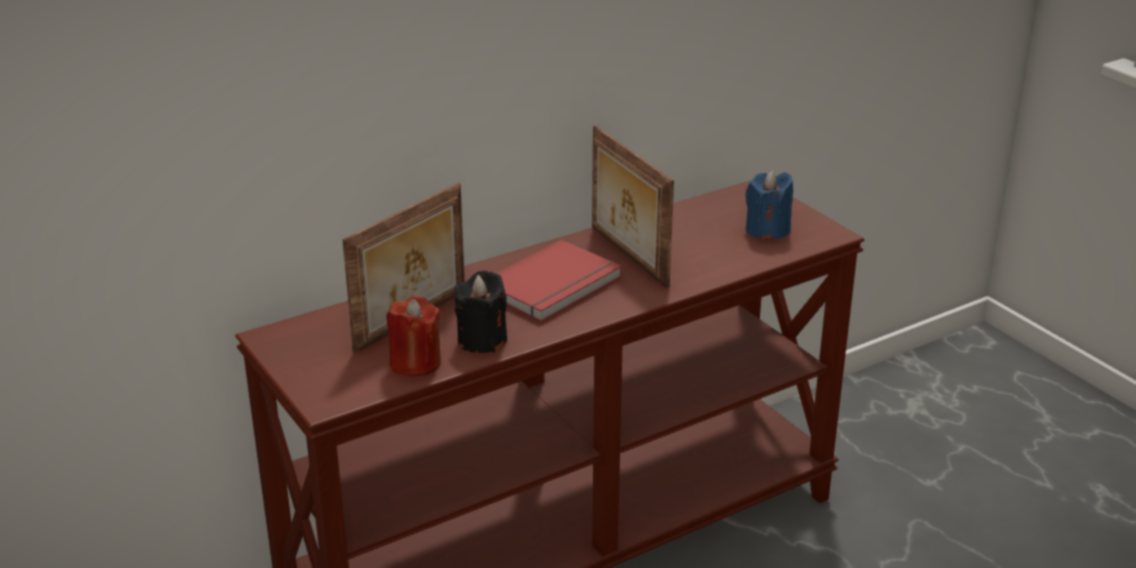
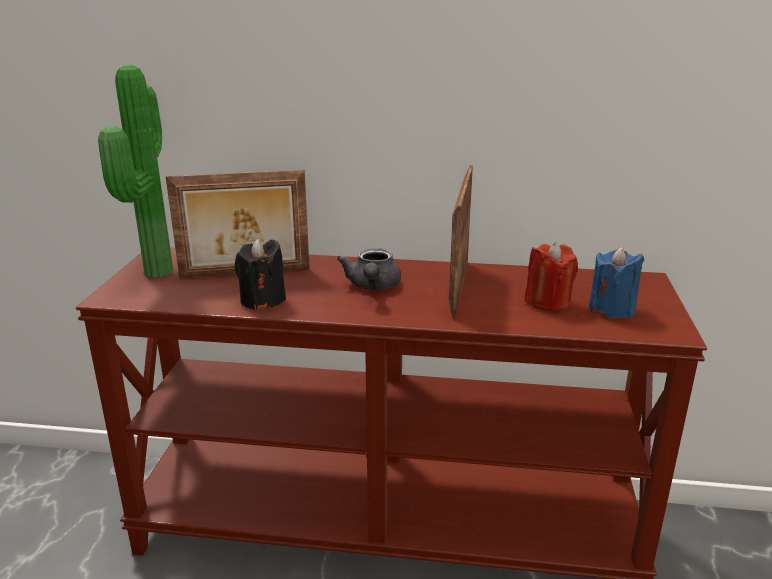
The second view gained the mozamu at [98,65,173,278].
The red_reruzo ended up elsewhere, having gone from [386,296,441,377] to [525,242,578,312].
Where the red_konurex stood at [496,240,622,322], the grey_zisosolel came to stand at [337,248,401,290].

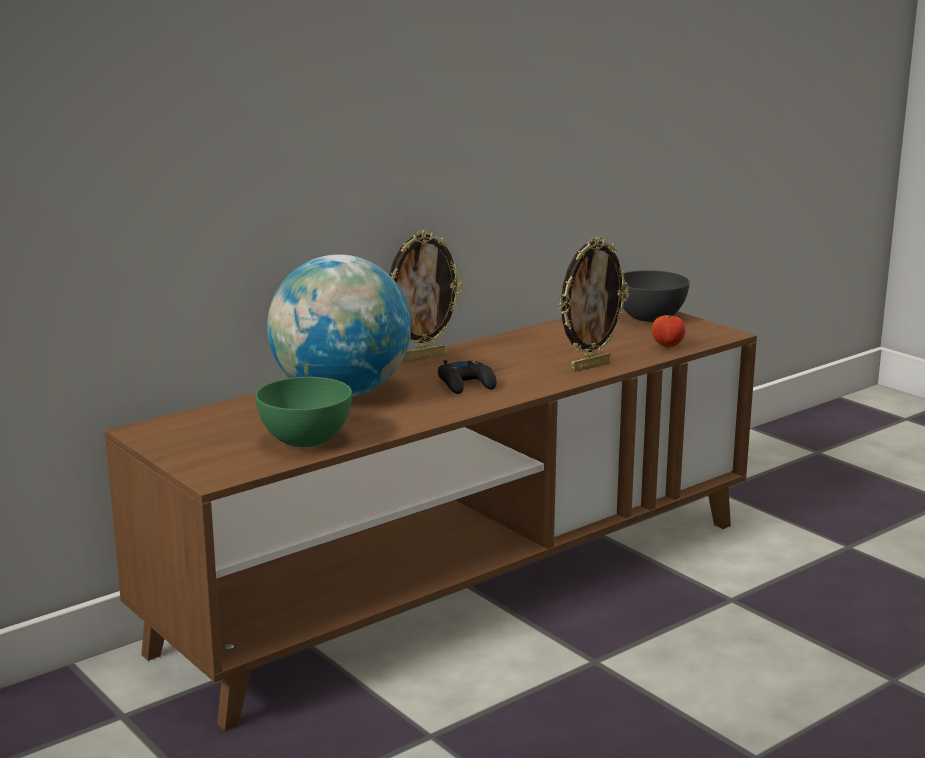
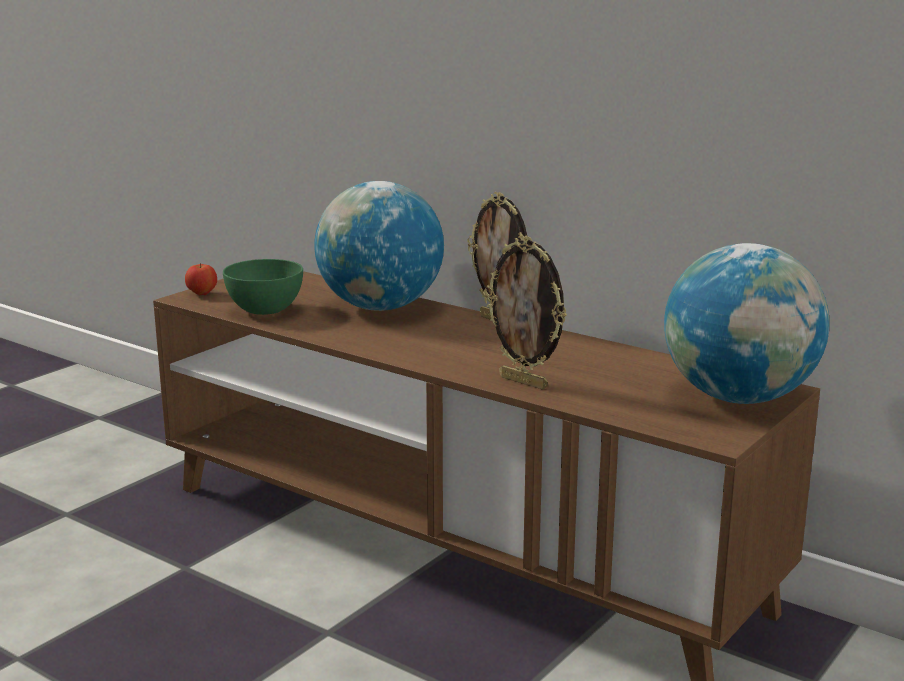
The second view lost the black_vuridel at [438,360,497,394].
The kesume ended up elsewhere, having gone from [652,314,686,348] to [185,263,217,295].
Where the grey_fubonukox stood at [623,270,690,322], the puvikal came to stand at [664,243,830,404].

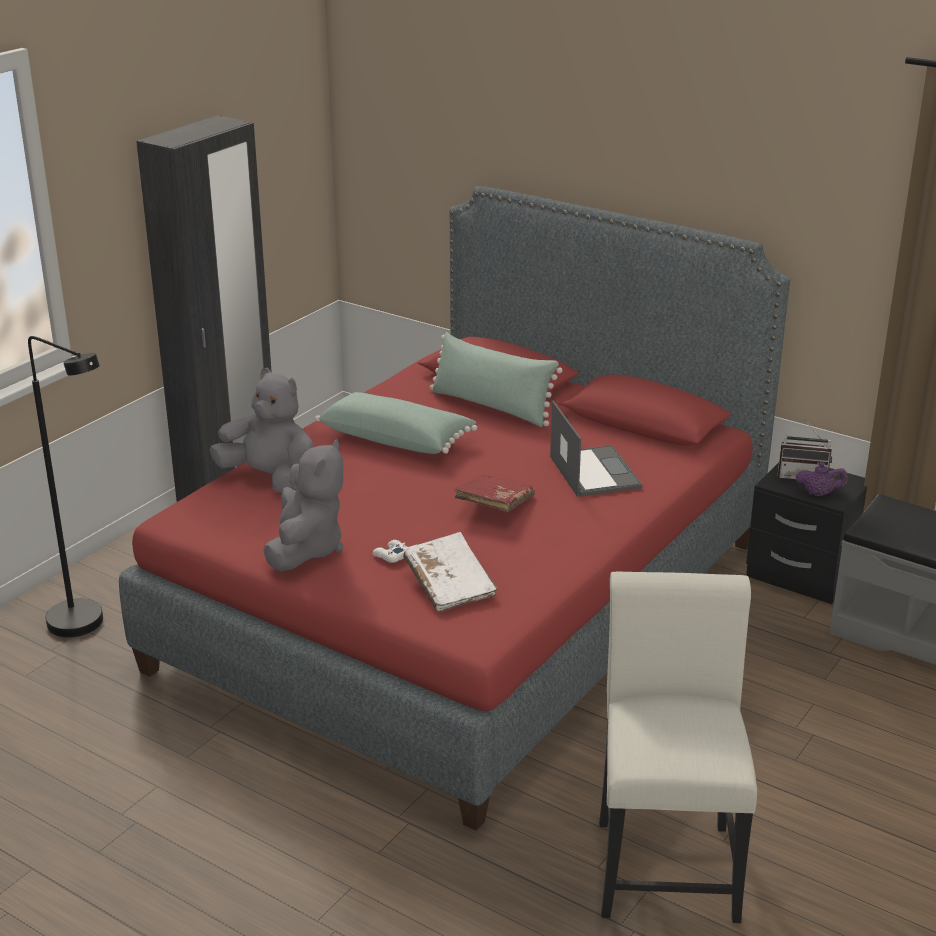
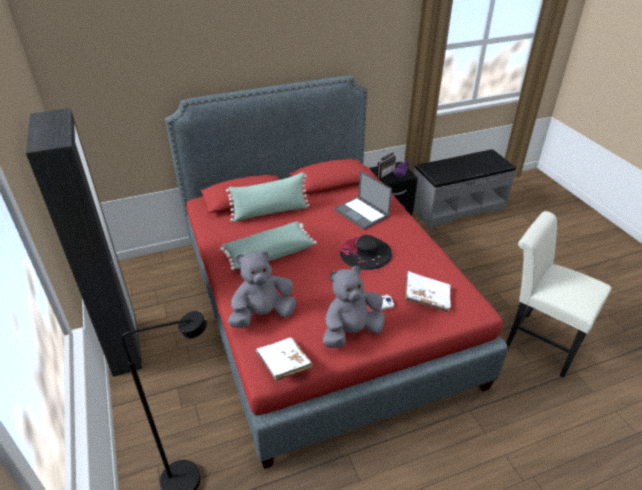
The second view gained the white_konurex at [256,338,313,381].
Where the red_konurex stood at [454,474,535,512], the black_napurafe came to stand at [340,235,392,270].
The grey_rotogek at [263,439,343,571] ended up facing another way, 75 degrees counterclockwise from before.
The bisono at [550,401,643,497] ended up facing another way, 150 degrees counterclockwise from before.

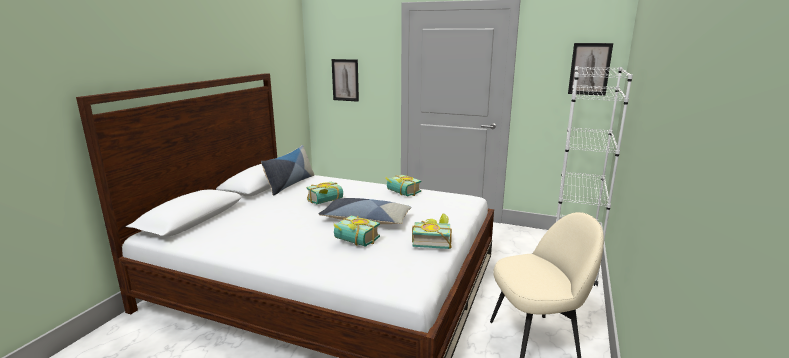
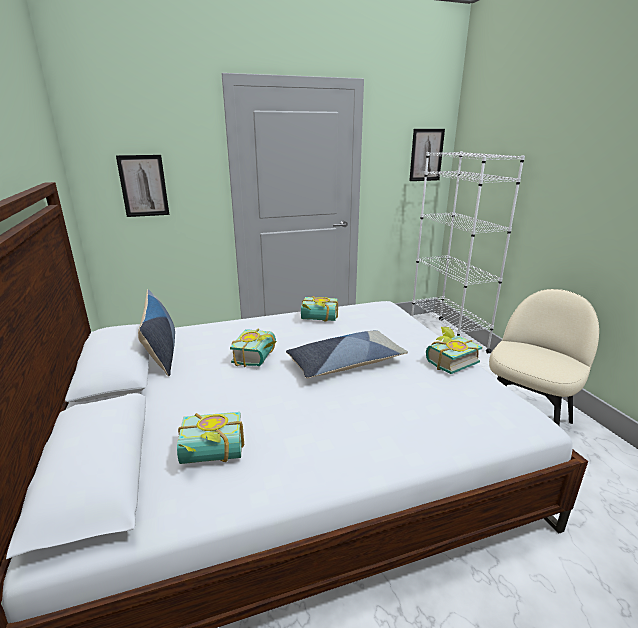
The konurex ended up elsewhere, having gone from [334,215,380,247] to [177,412,244,464].

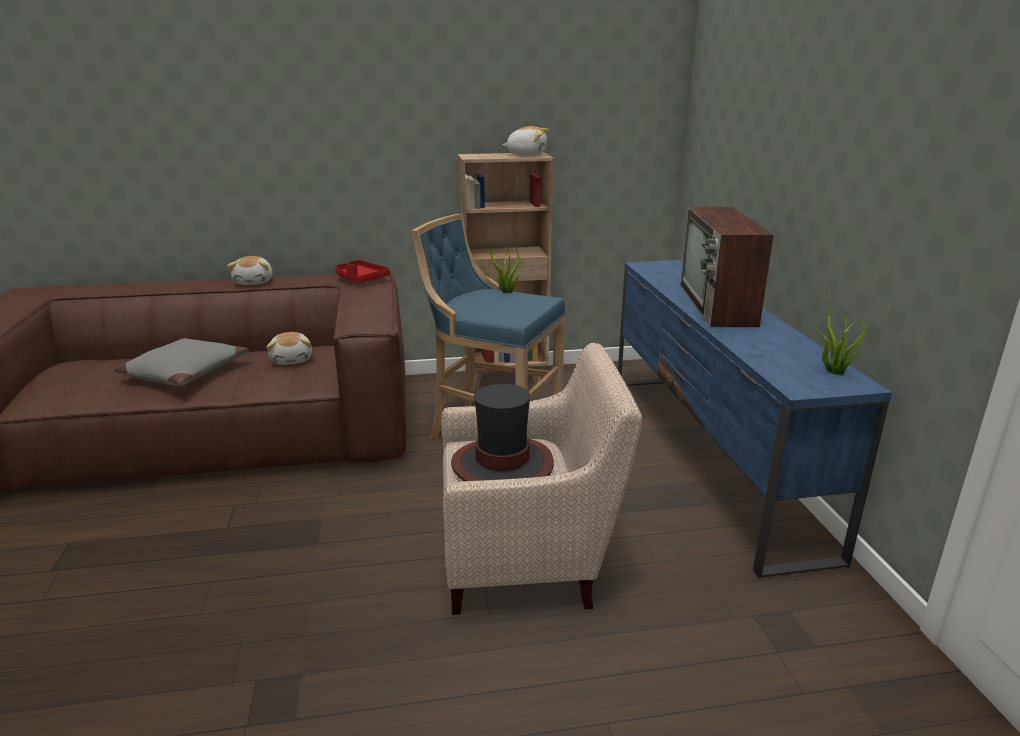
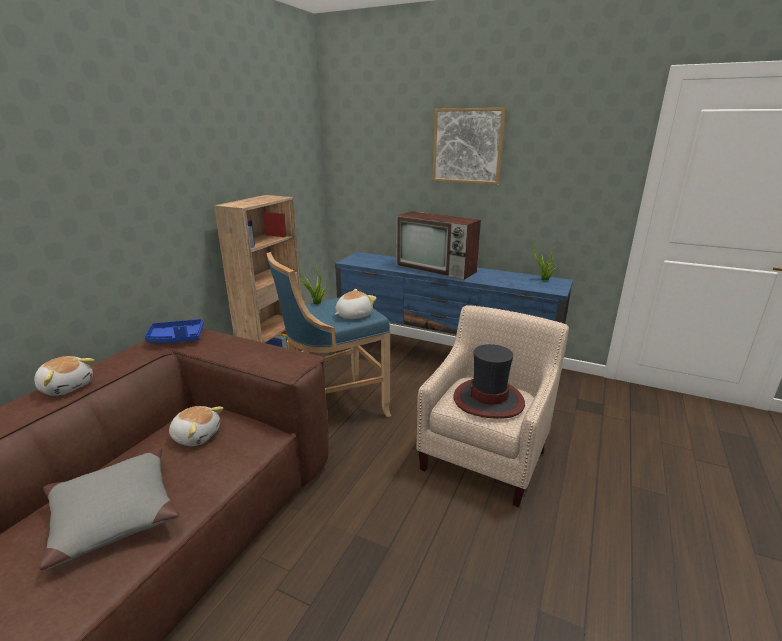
The second view gained the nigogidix at [432,108,506,185].
The rotogek ended up elsewhere, having gone from [503,126,549,156] to [335,289,376,319].
What was the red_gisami at [335,260,391,283] turned into the blue_gisami at [145,319,204,343].

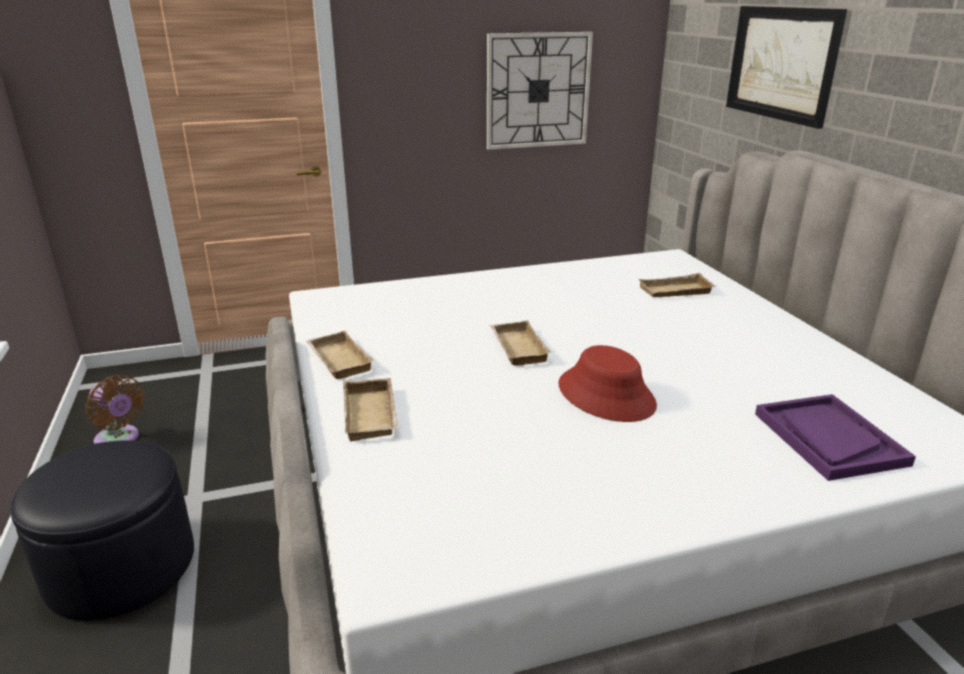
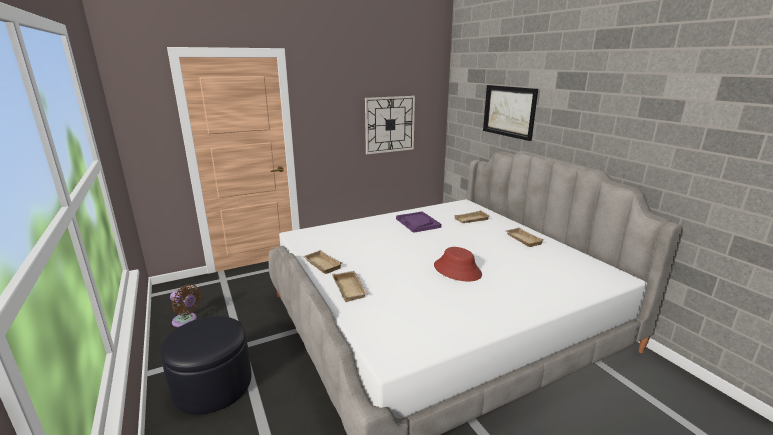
The beige_gisami ended up elsewhere, having gone from [490,320,551,366] to [506,228,545,247].
The purple_gisami ended up elsewhere, having gone from [755,394,916,481] to [396,211,441,233].

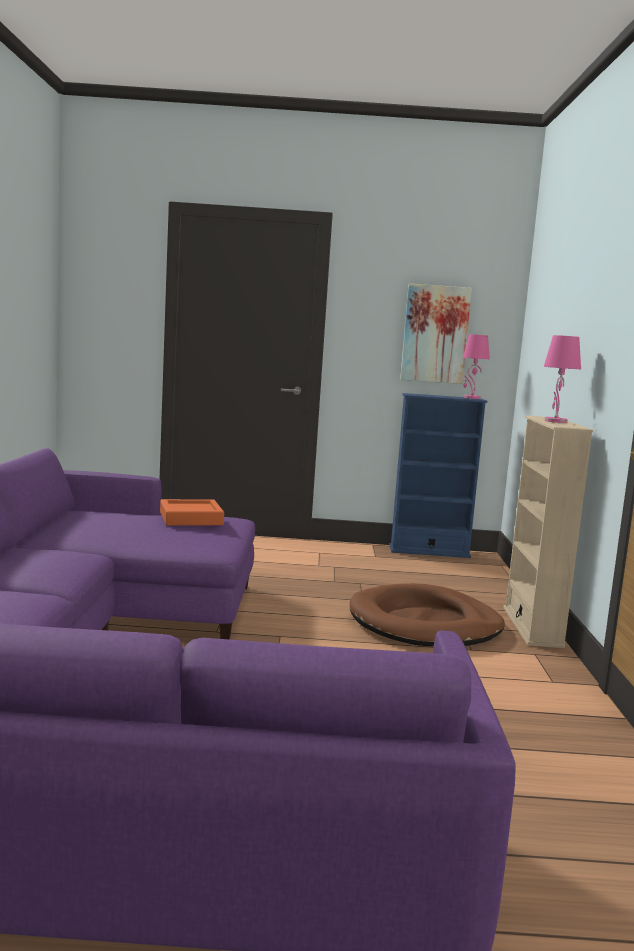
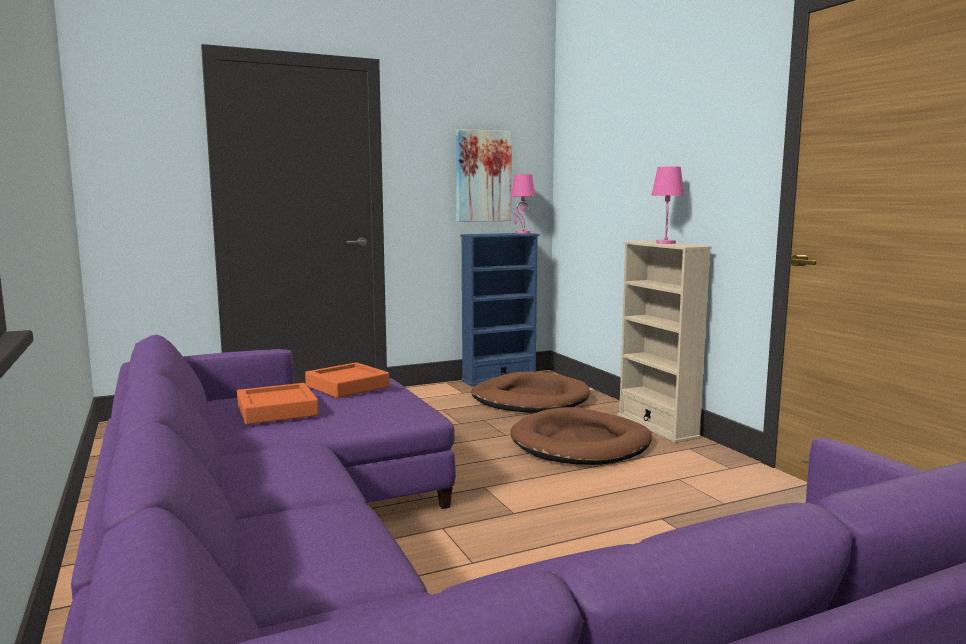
The second view gained the orange_gisami at [237,383,319,425].
The second view gained the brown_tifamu at [471,371,590,413].

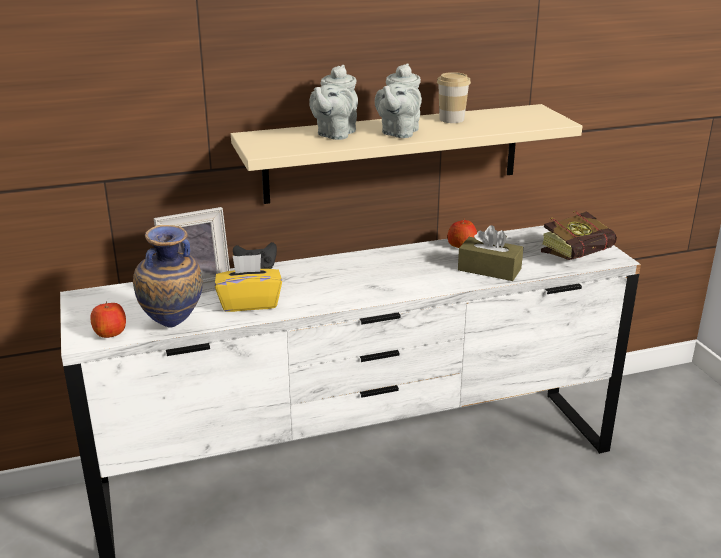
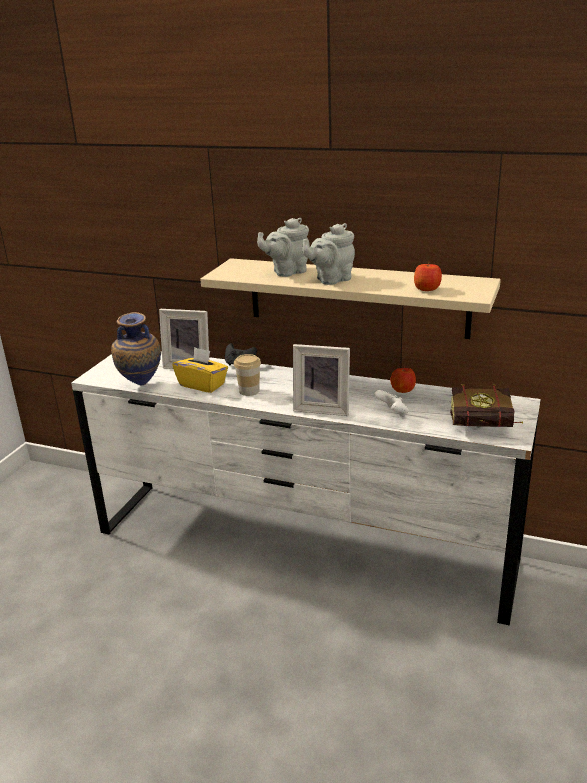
The second view gained the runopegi at [293,344,350,416].
The kesume ended up elsewhere, having gone from [90,301,126,338] to [414,263,442,291].
The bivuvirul ended up elsewhere, having gone from [437,72,471,123] to [234,354,261,396].
Where the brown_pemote stood at [458,225,523,281], the white_vuridel came to stand at [374,390,409,417].

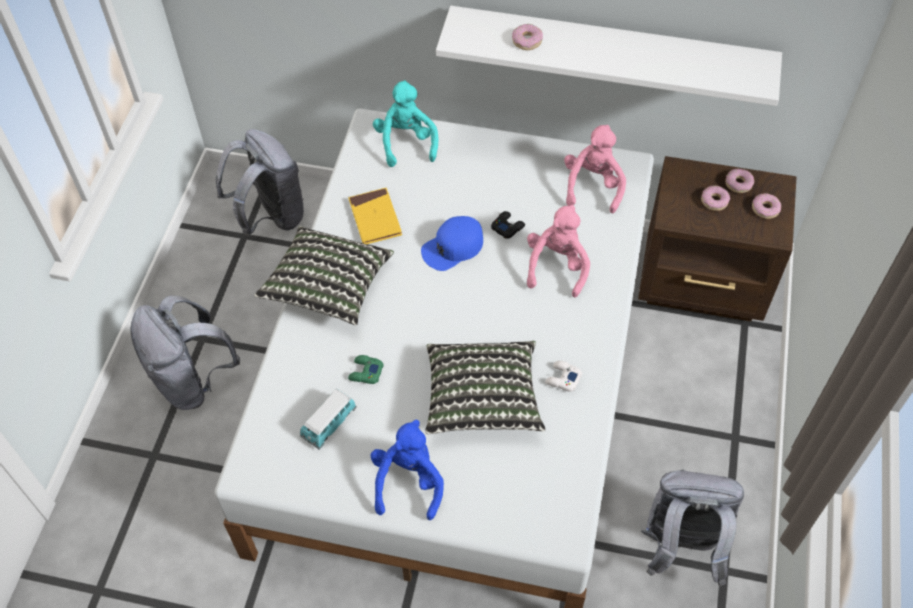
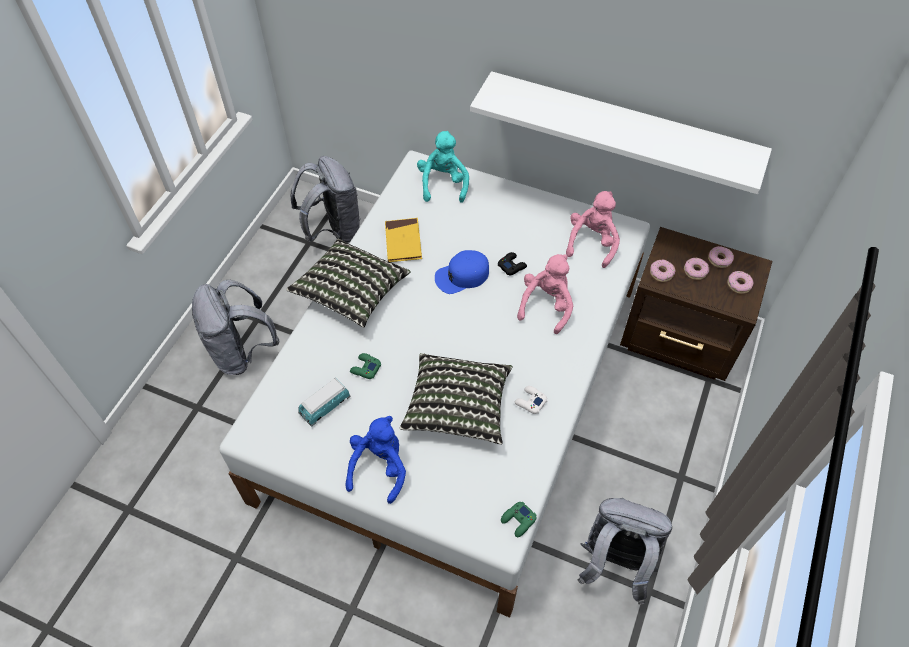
The second view gained the green_vuridel at [501,501,537,537].
The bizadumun ended up elsewhere, having gone from [512,24,543,50] to [650,260,675,282].

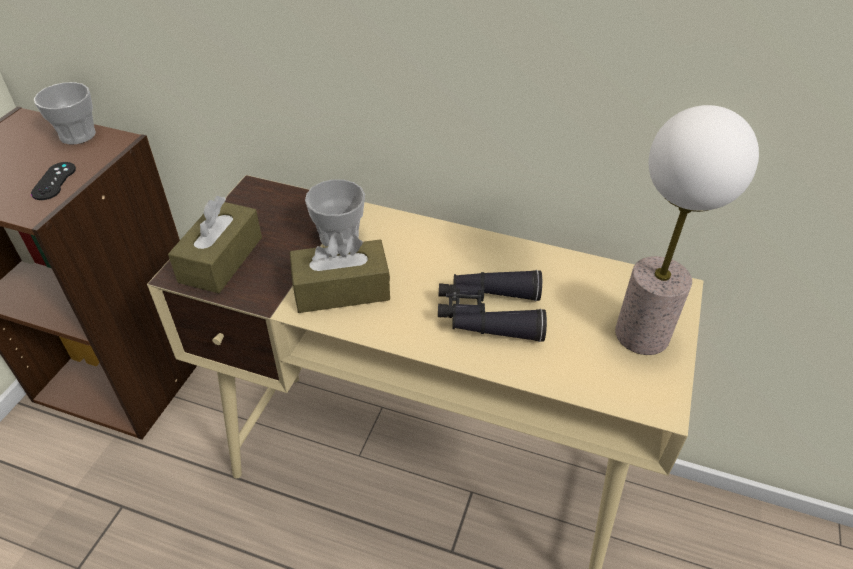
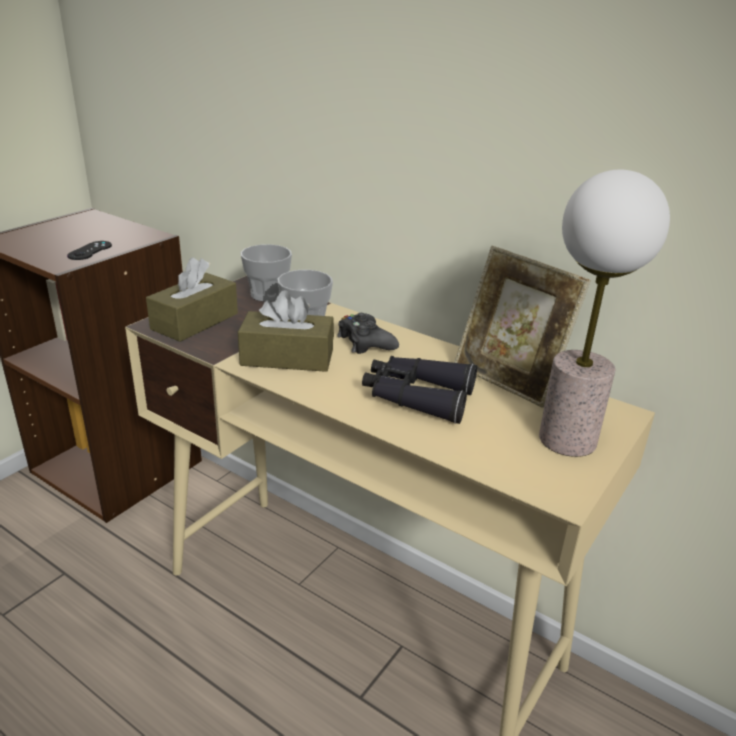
The second view gained the black_vuridel at [337,313,399,354].
The second view gained the runopegi at [454,246,591,408].
The bivuvirul ended up elsewhere, having gone from [34,82,96,144] to [241,244,292,302].

